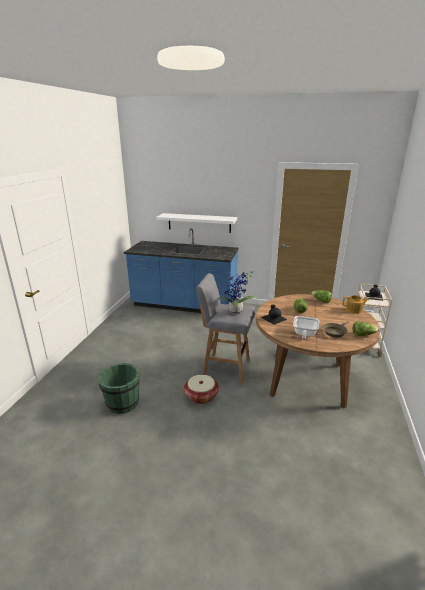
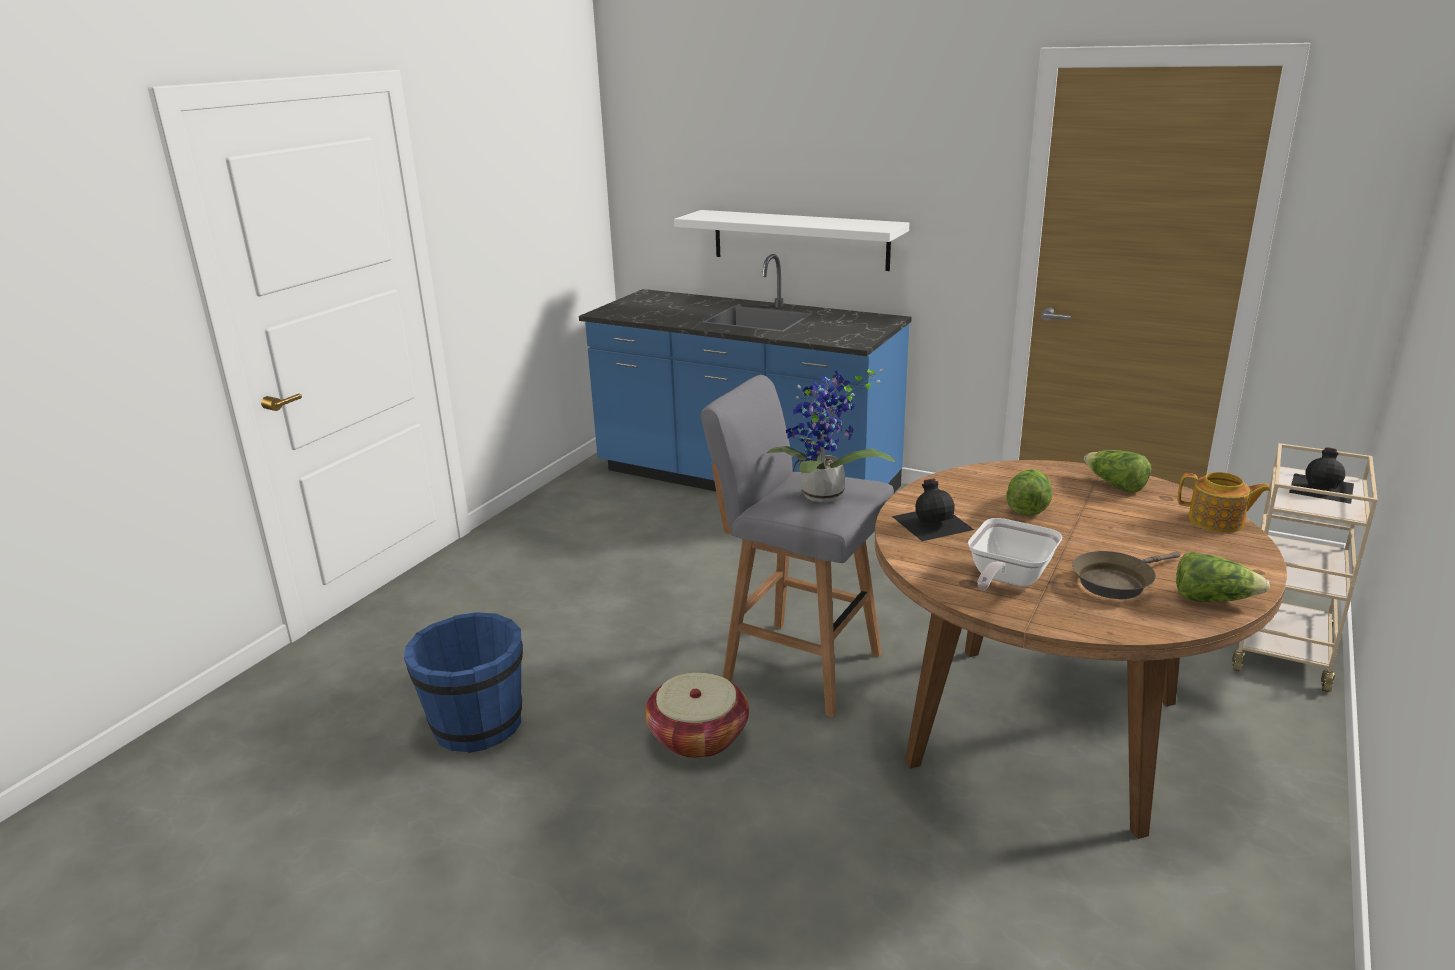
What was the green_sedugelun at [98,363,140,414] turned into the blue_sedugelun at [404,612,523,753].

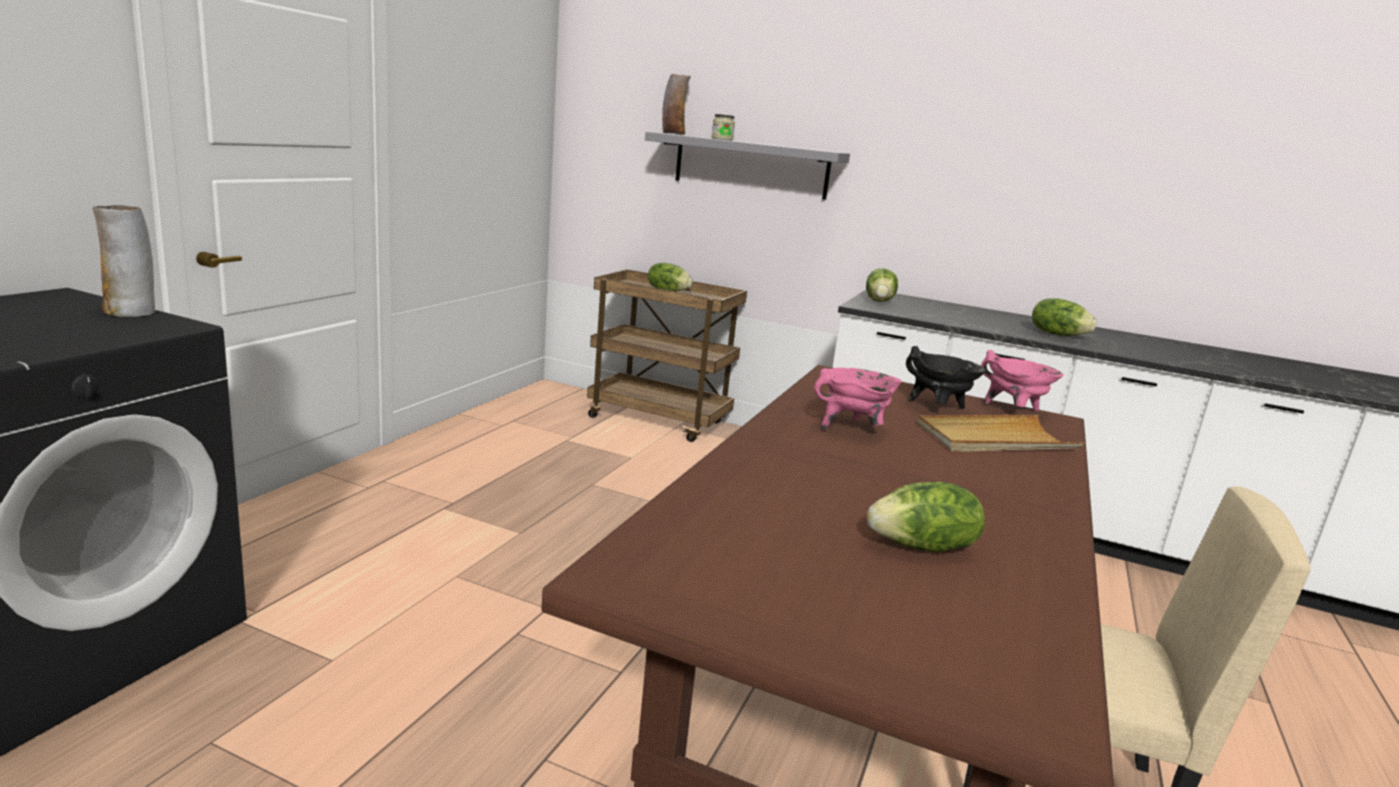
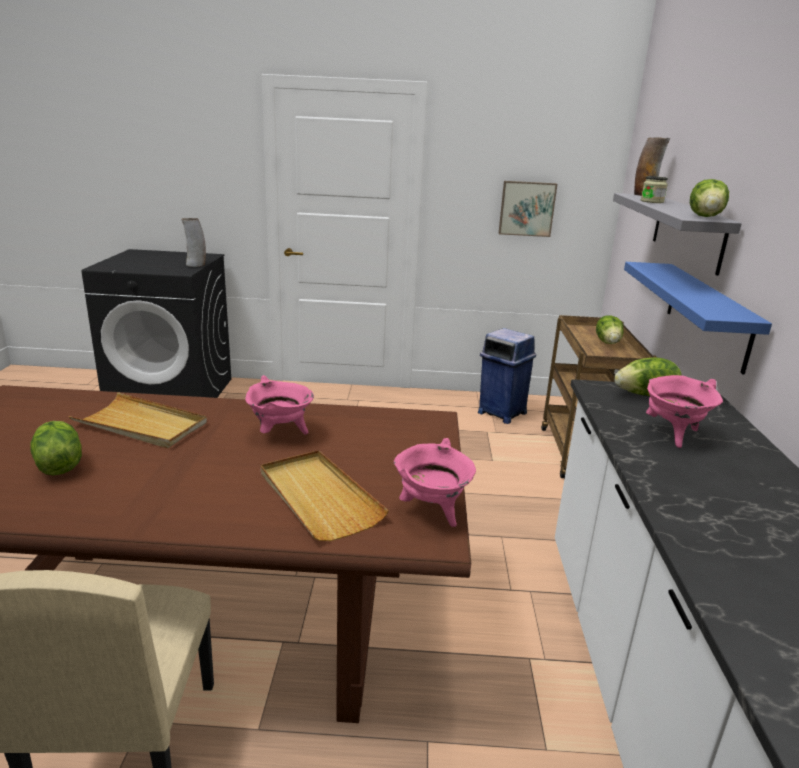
The second view lost the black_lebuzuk at [906,346,986,409].
The second view gained the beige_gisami at [68,392,207,448].
The second view gained the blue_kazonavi at [478,328,536,424].
The second view gained the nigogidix at [499,181,557,237].
The second view gained the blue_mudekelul at [624,262,772,375].
The second view gained the pink_lebuzuk at [646,375,723,448].
The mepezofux ended up elsewhere, having gone from [1032,298,1097,336] to [690,179,729,217].

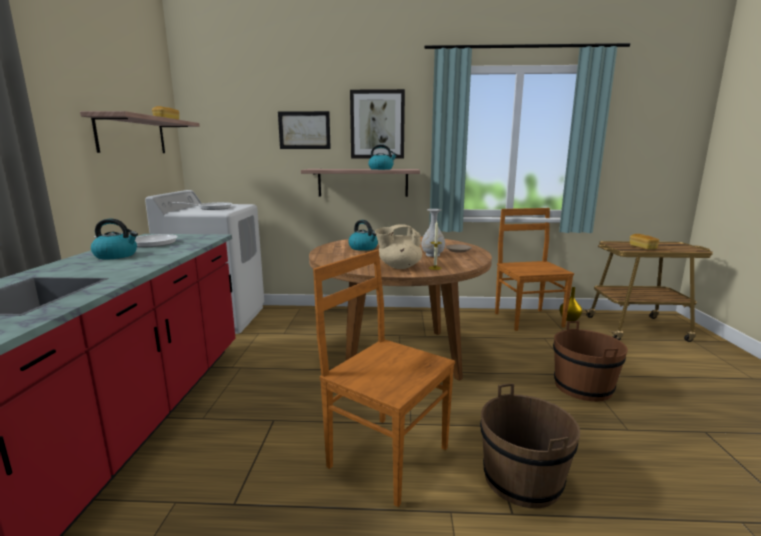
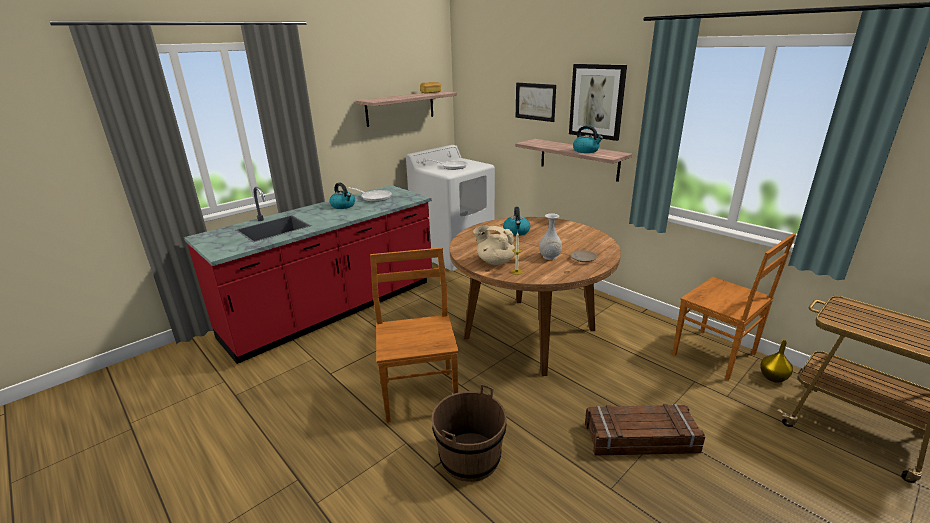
The second view lost the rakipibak at [630,234,659,250].
Where the brown_sedugelun stood at [553,321,628,402], the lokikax came to stand at [585,404,705,456].
The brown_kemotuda at [495,208,574,331] ended up facing another way, 105 degrees clockwise from before.

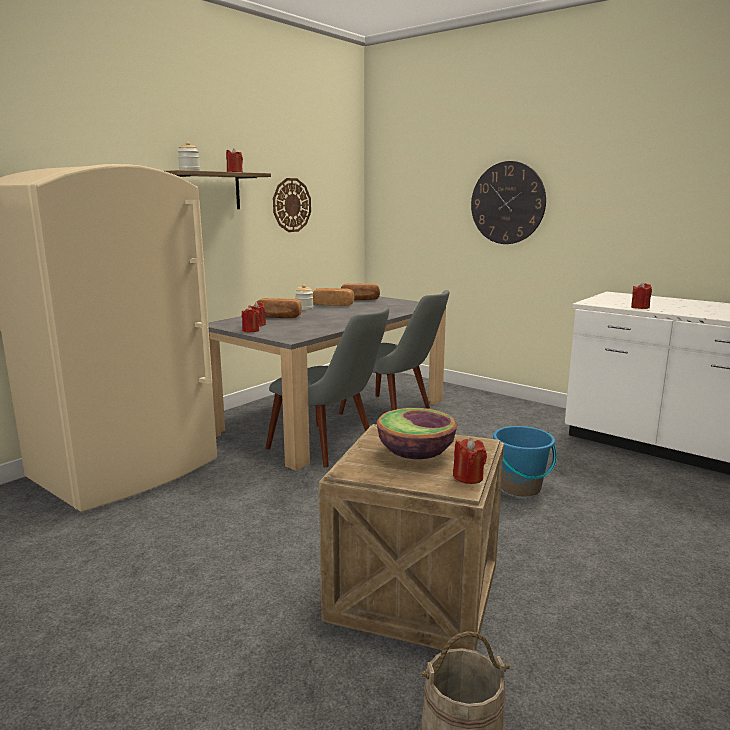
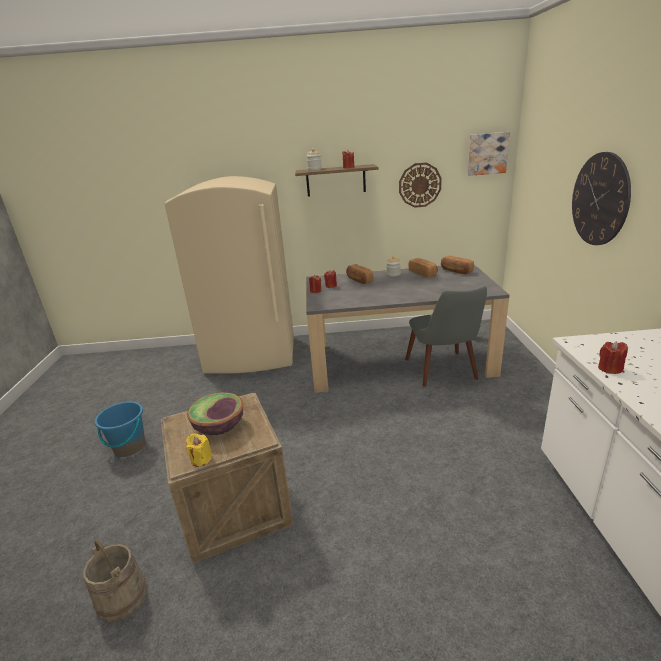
The second view lost the grey_kemotuda at [265,307,389,468].
The second view gained the nigogidix at [468,132,510,176].
The blue_sedugelun ended up elsewhere, having gone from [493,426,557,497] to [95,402,145,457].
What was the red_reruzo at [453,438,487,484] turned into the yellow_reruzo at [186,433,212,467].

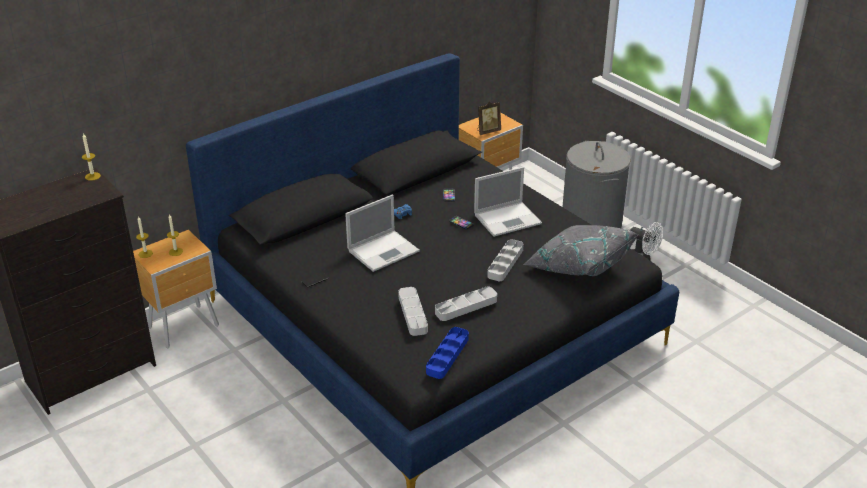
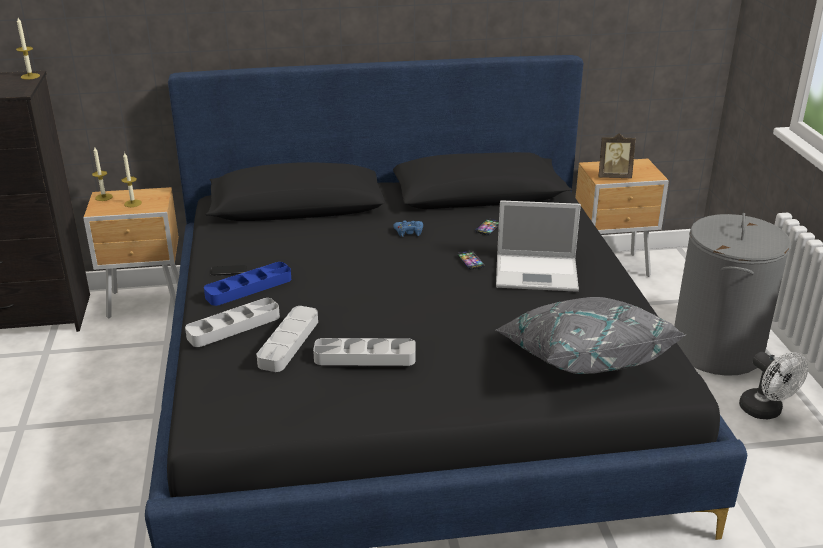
The second view lost the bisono at [345,195,420,272].
The blue_gisami ended up elsewhere, having gone from [426,327,469,379] to [204,262,291,306].
The grey_gisami ended up elsewhere, having gone from [487,239,523,281] to [185,298,280,347].

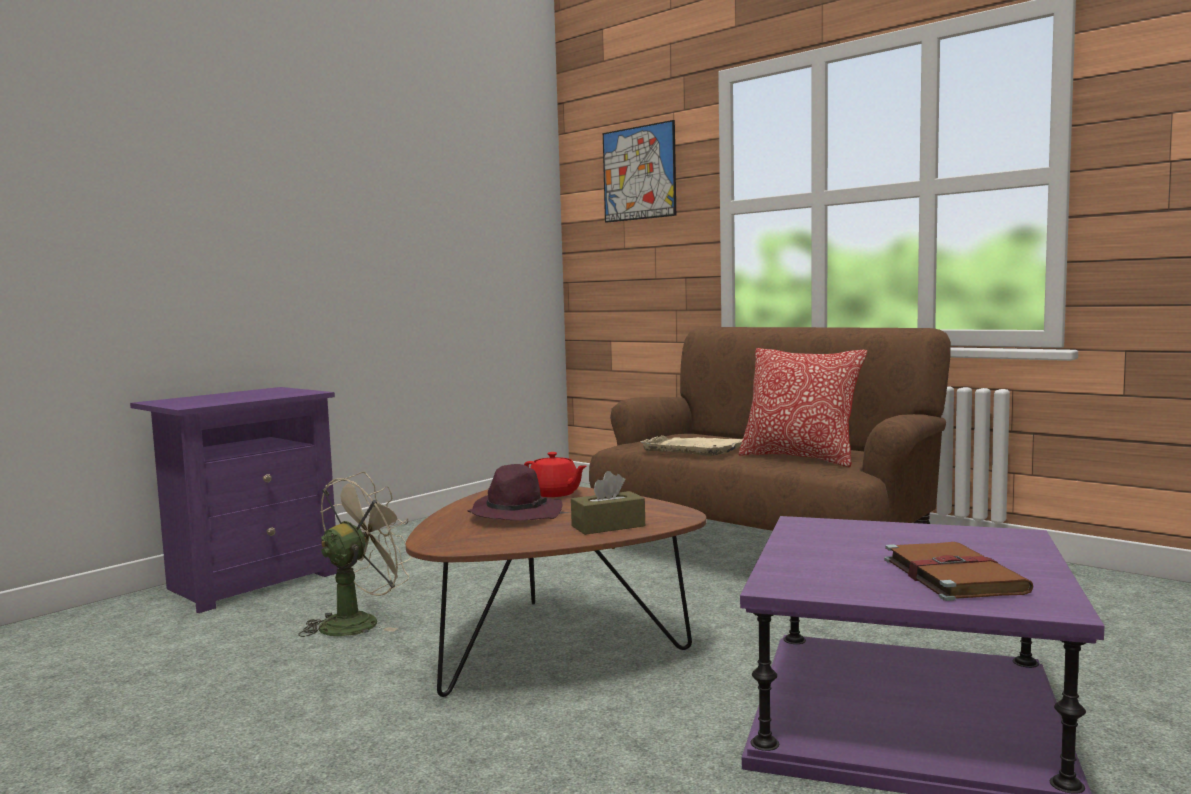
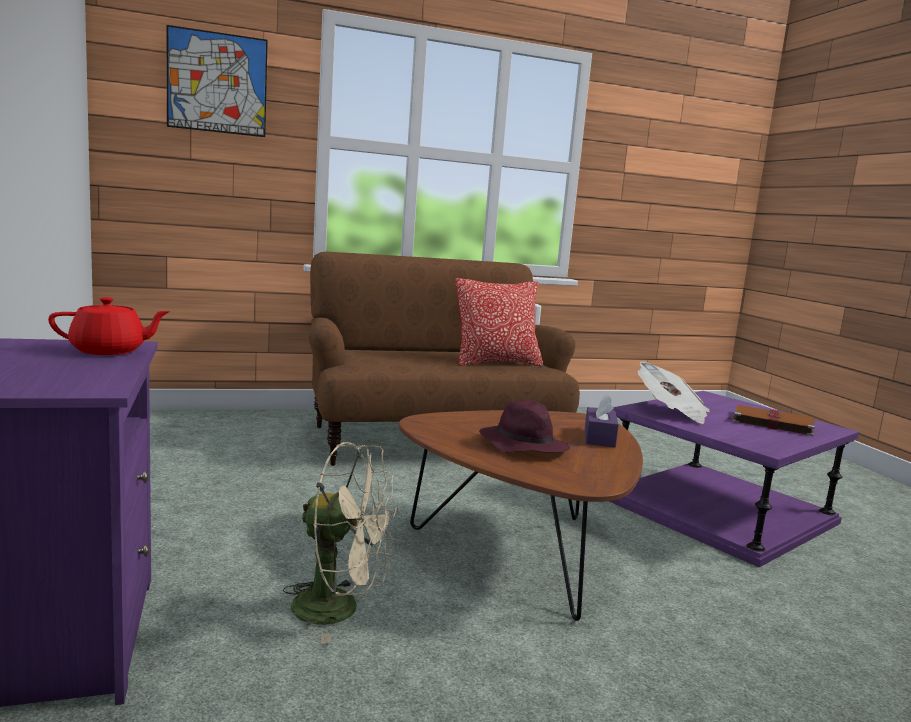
The second view lost the beige_gisami at [640,435,743,455].
The second view gained the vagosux at [638,361,709,424].
The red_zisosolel ended up elsewhere, having gone from [524,452,586,497] to [48,297,171,355].
What was the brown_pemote at [571,471,645,535] turned into the purple_pemote at [585,394,619,448].
The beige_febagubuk at [299,472,413,637] ended up facing another way, 120 degrees clockwise from before.

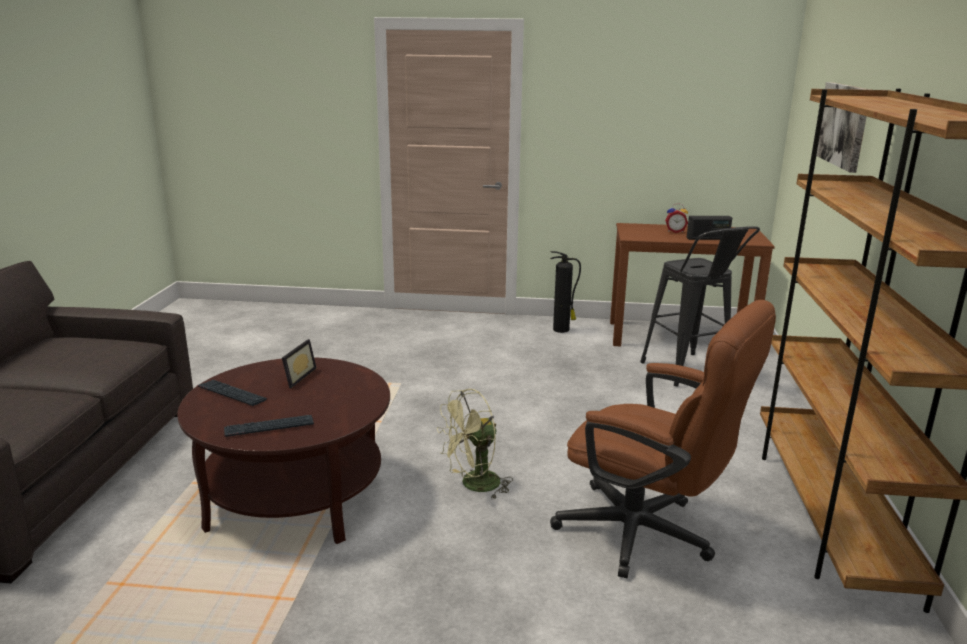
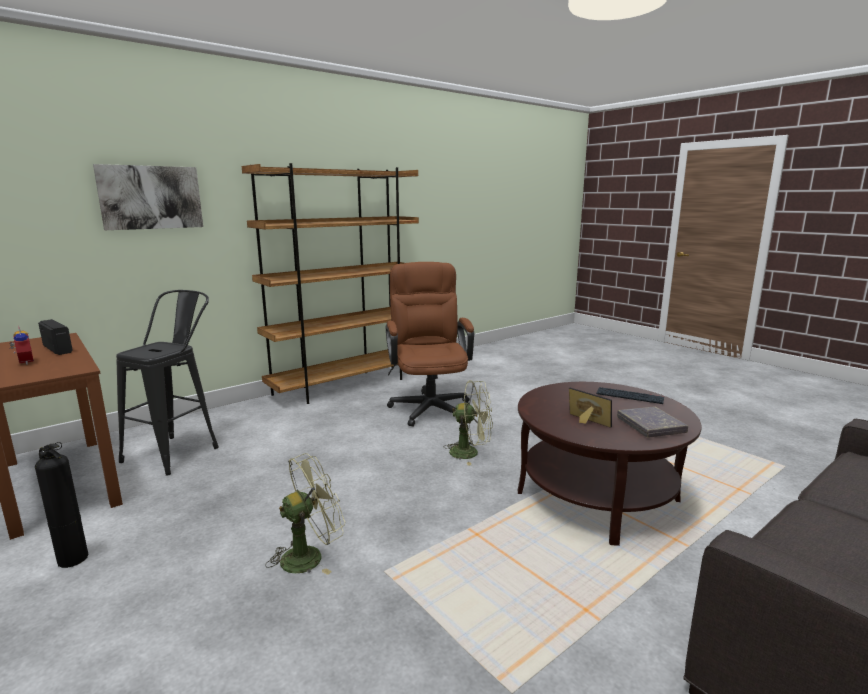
The second view gained the green_febagubuk at [265,453,345,575].
Where the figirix stood at [197,380,267,406], the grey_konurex came to stand at [617,406,688,437].
The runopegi at [282,339,317,388] ended up facing another way, 75 degrees clockwise from before.

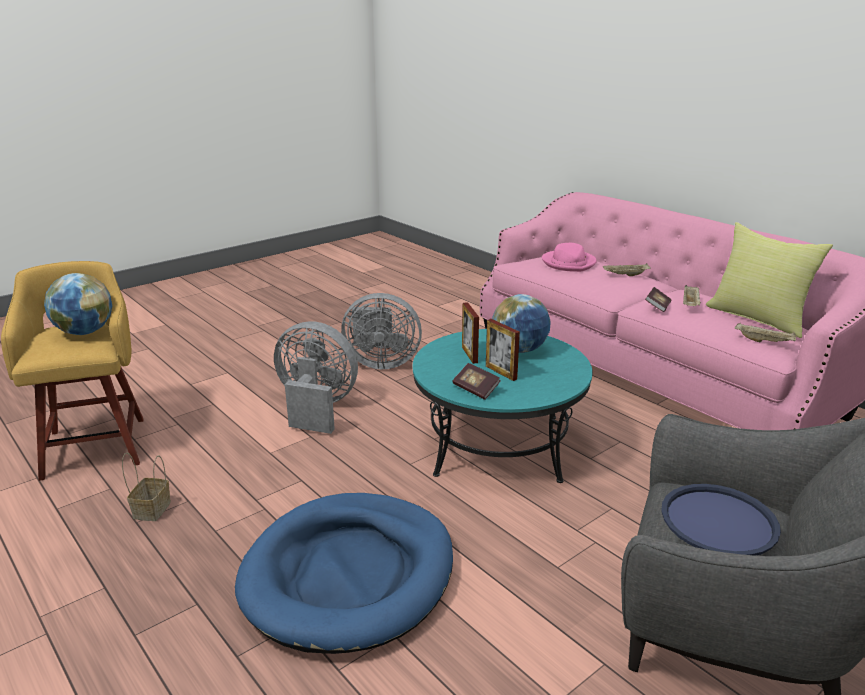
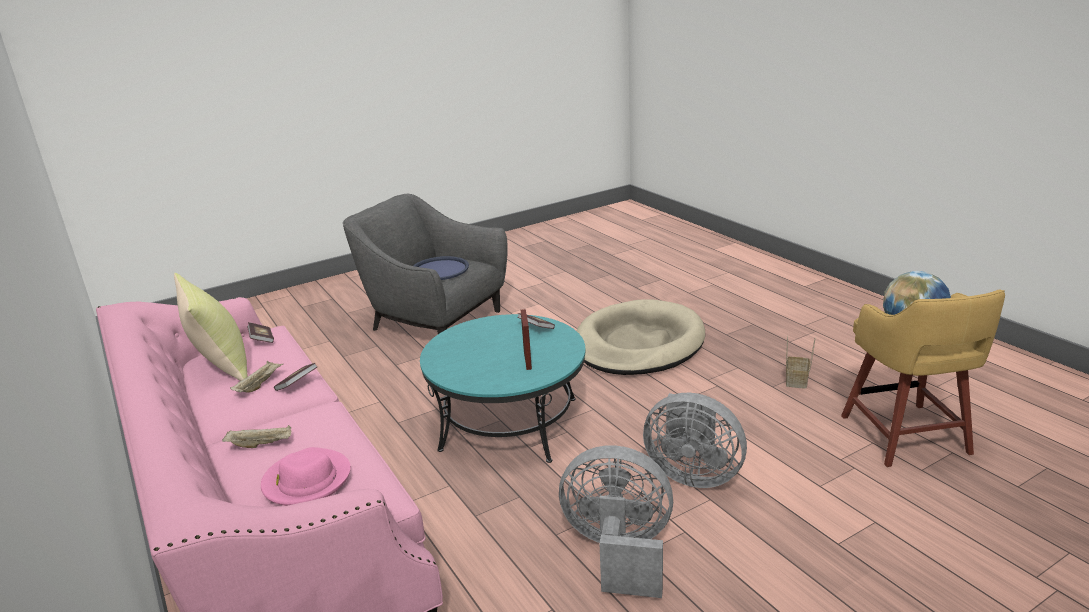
The second view lost the runopegi at [486,319,520,381].
The second view lost the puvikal at [492,294,551,353].
Where the beige_gisami stood at [735,323,796,343], the konurex came to stand at [247,322,274,343].
What was the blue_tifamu at [235,493,453,654] turned into the beige_tifamu at [576,299,705,375].

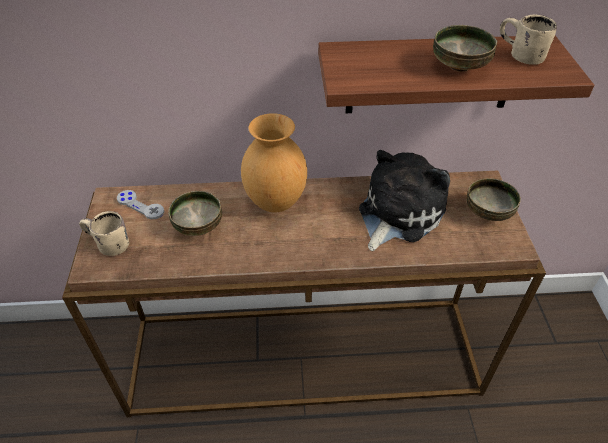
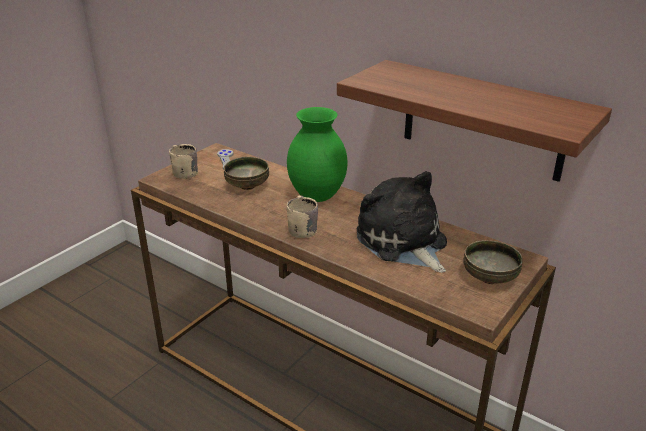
The second view lost the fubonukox at [433,25,497,72].
The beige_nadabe ended up elsewhere, having gone from [500,14,557,65] to [287,195,318,238].
What was the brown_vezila at [241,113,307,212] turned into the green_vezila at [287,107,348,202].
The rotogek at [359,150,450,251] ended up facing another way, 105 degrees counterclockwise from before.

